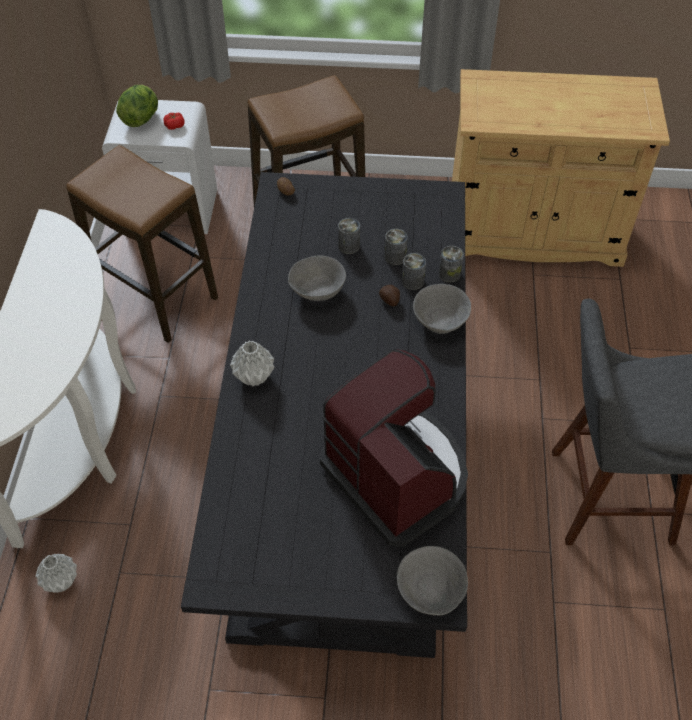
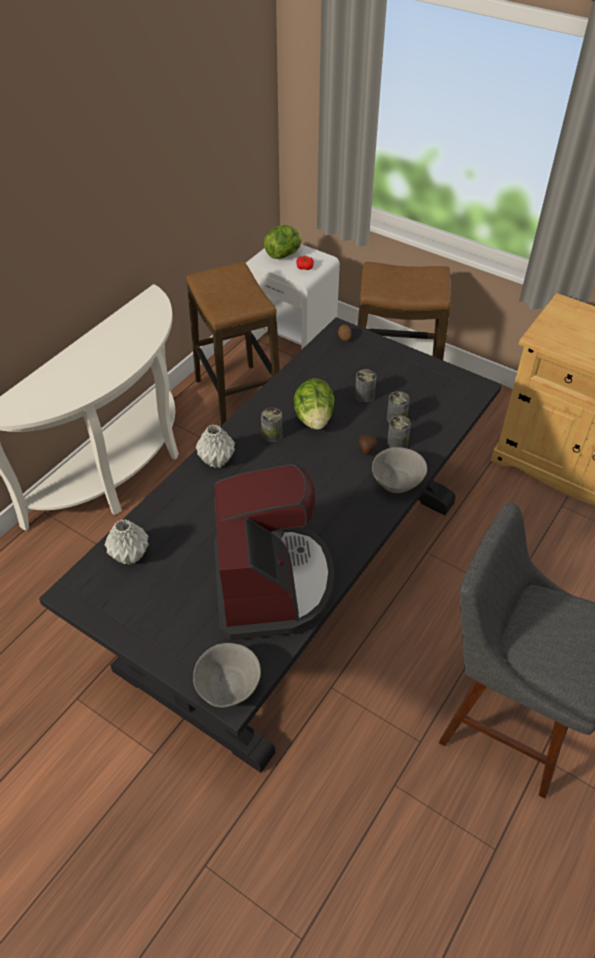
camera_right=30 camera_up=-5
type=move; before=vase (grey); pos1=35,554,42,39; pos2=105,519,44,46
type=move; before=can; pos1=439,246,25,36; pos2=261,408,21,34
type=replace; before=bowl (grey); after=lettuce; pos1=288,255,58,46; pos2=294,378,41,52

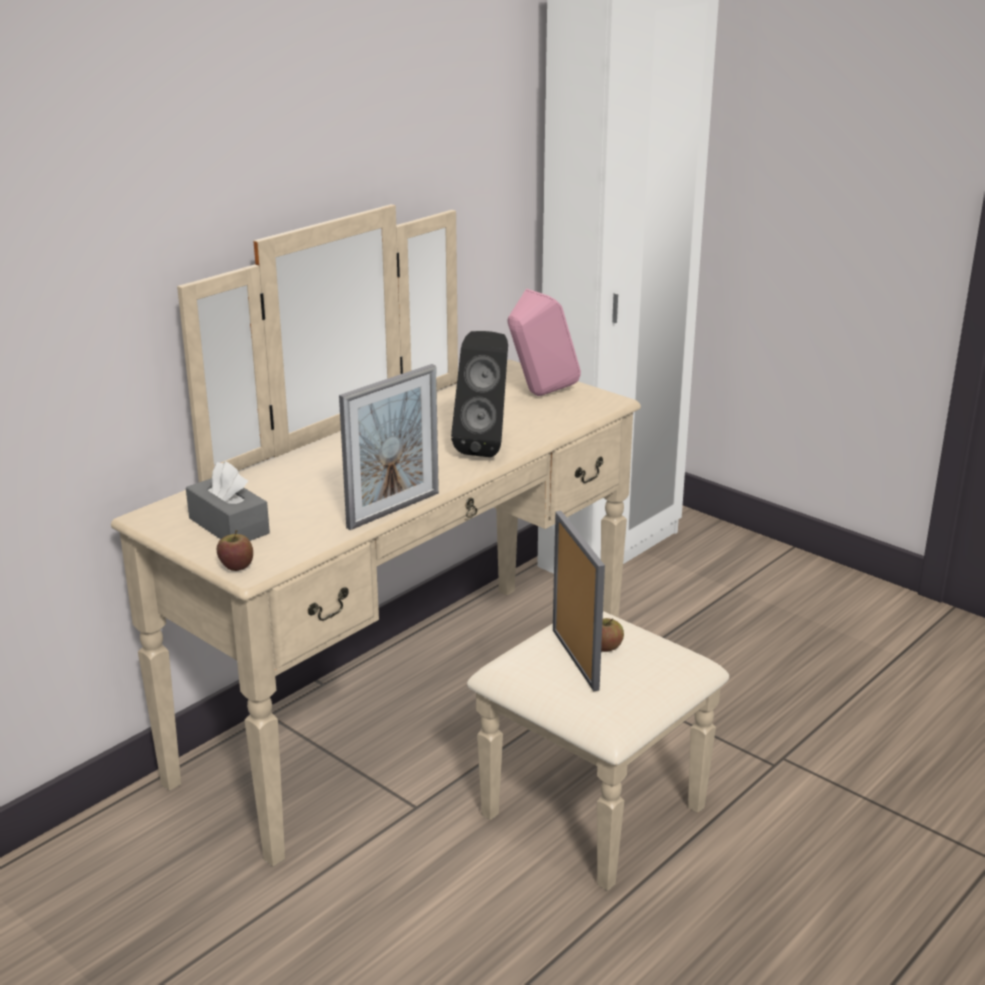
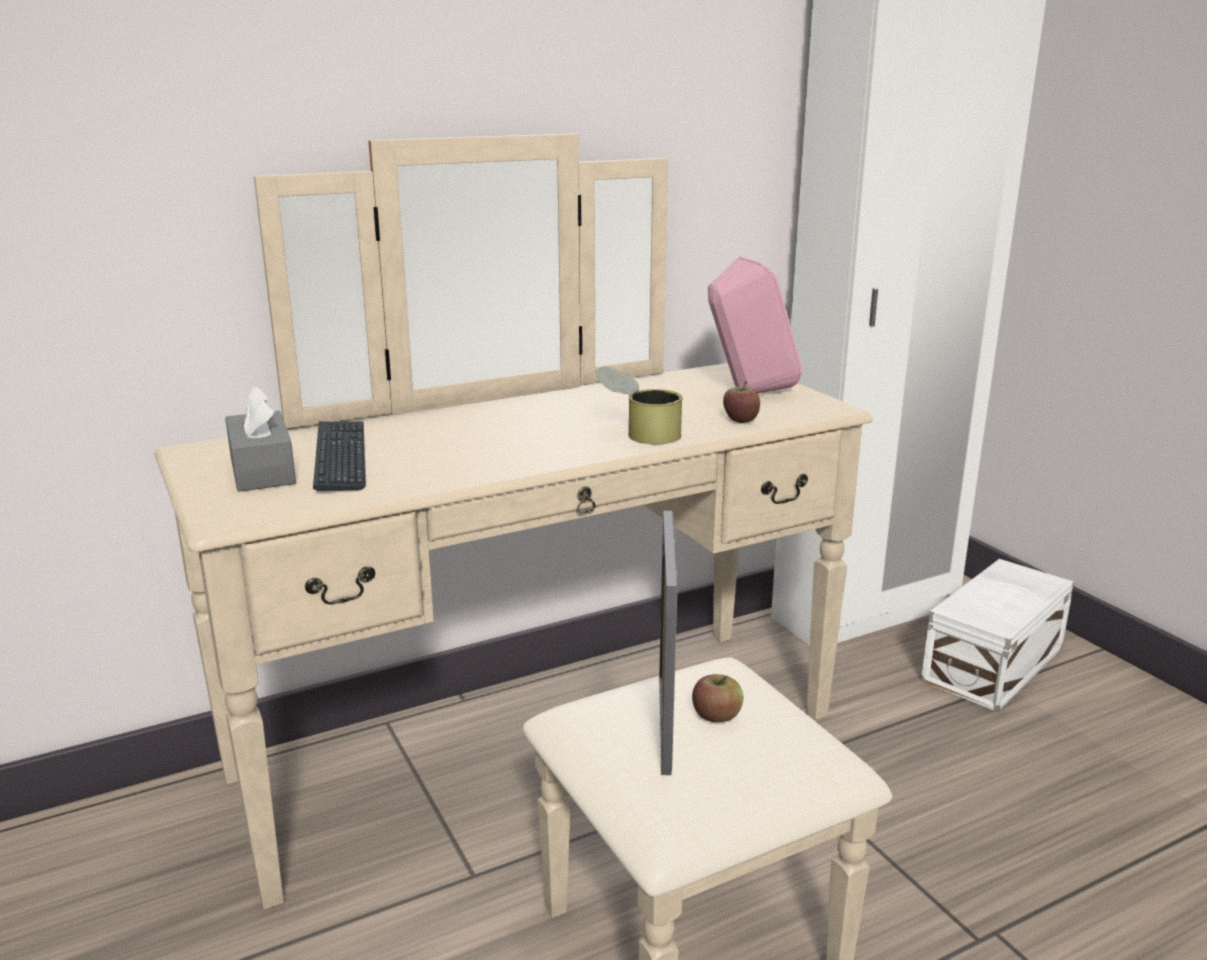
camera_right=20 camera_up=-5
type=delete; before=picture frame; pos1=339,364,100,166
type=insert; after=keyboard; pos2=313,421,53,70
type=insert; after=storage box (white); pos2=921,559,153,153
type=move; before=apple; pos1=217,530,36,41; pos2=723,381,37,42
type=replace; before=speaker (black); after=can; pos1=451,331,57,126; pos2=596,367,87,77

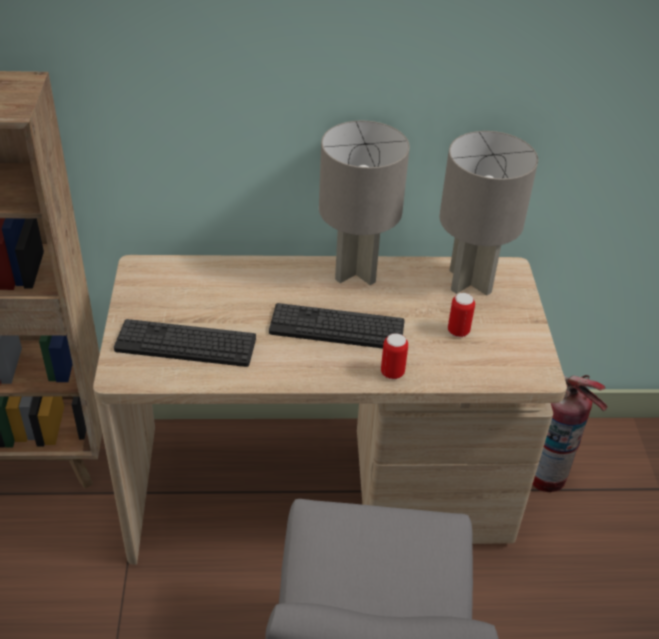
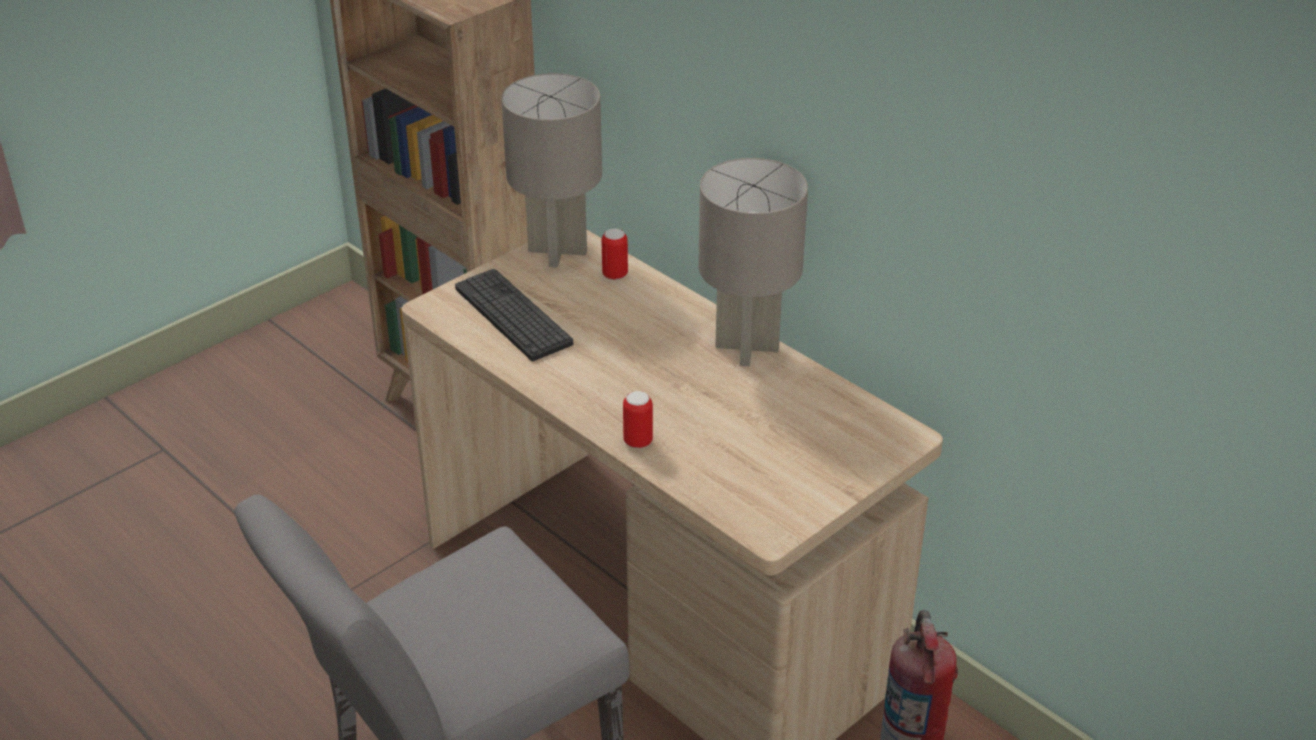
camera_right=50 camera_up=-5
type=delete; before=keyboard; pos1=269,303,136,45
type=move; before=table lamp (grey); pos1=439,131,99,165; pos2=501,73,101,195
type=move; before=can; pos1=448,293,27,44; pos2=602,228,26,52

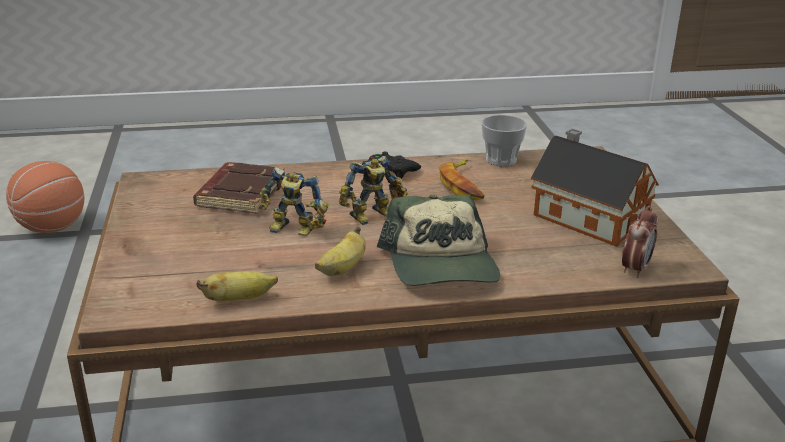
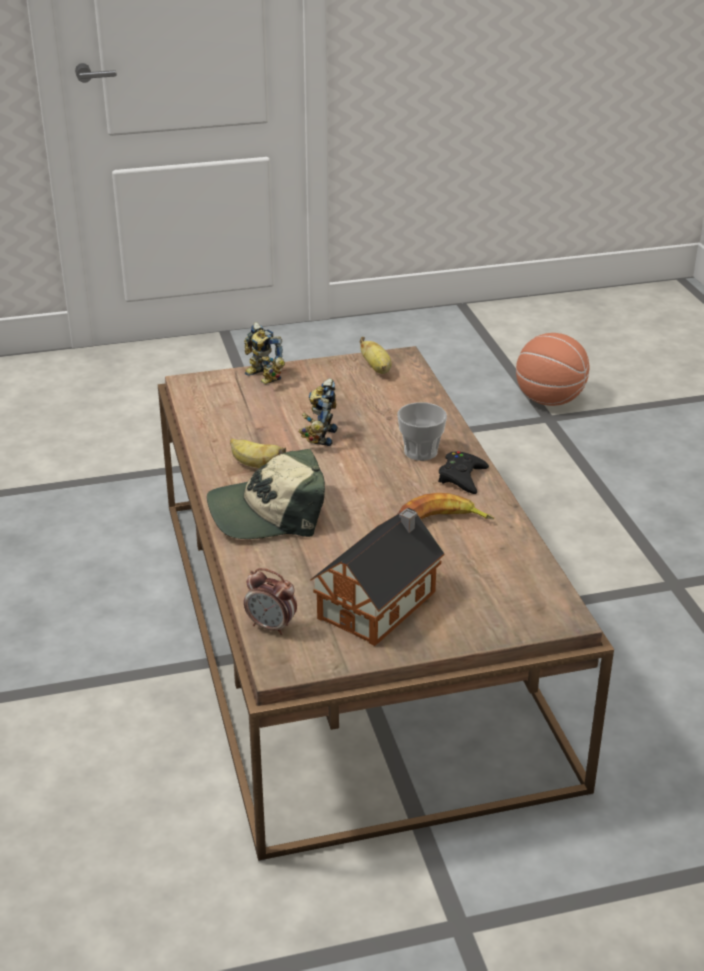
camera_right=85 camera_up=5
type=delete; before=book (brown); pos1=193,162,91,52
type=move; before=banana; pos1=196,271,82,30; pos2=360,337,32,37
type=move; before=toy robot; pos1=339,156,69,69; pos2=244,322,41,62
type=move; before=cup; pos1=481,115,46,51; pos2=397,402,50,59

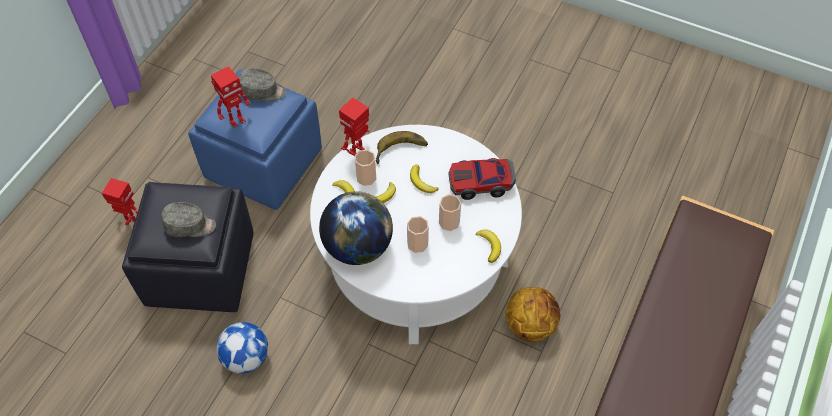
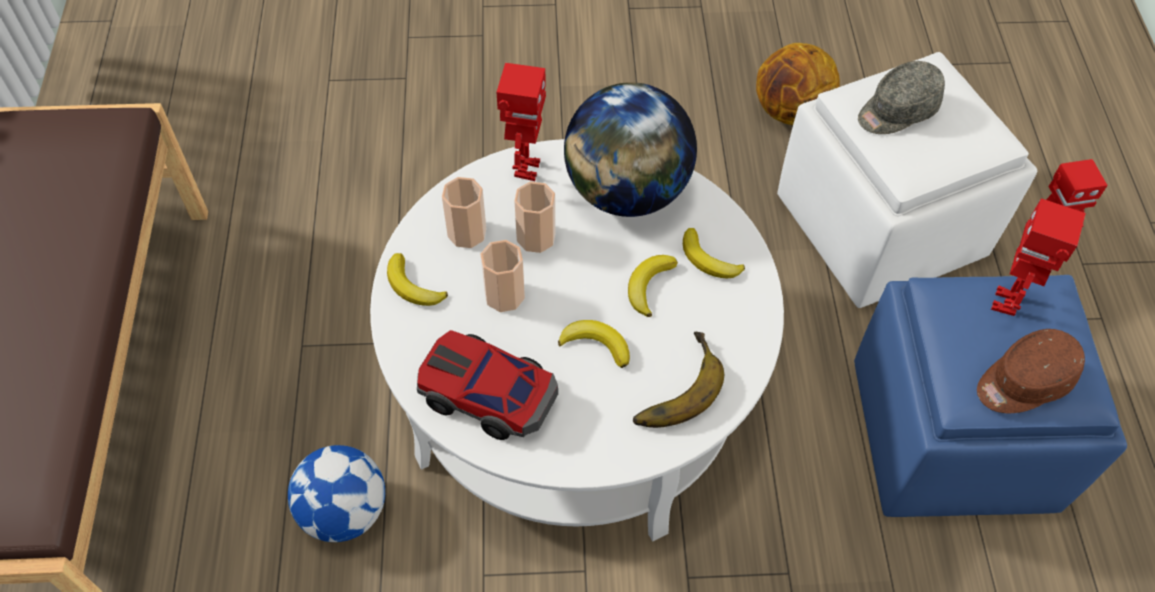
camera_right=150 camera_up=0
type=move; before=football; pos1=217,322,51,52; pos2=288,445,97,97
type=move; before=toy robot; pos1=339,98,30,58; pos2=496,63,50,118
type=move; before=cup; pos1=355,150,21,36; pos2=442,177,44,71
type=move; before=basketball; pos1=505,287,55,55; pos2=756,43,84,82
type=recolor; before=ottoman (black); after=ottoman (white); pos1=122,182,132,130; pos2=777,52,260,256
type=recolor; before=cap (grey); after=cap (brown); pos1=238,68,48,33; pos2=977,329,108,84
type=rotate; before=toy car; pos1=449,158,67,42; pos2=417,330,141,110; turn=-120

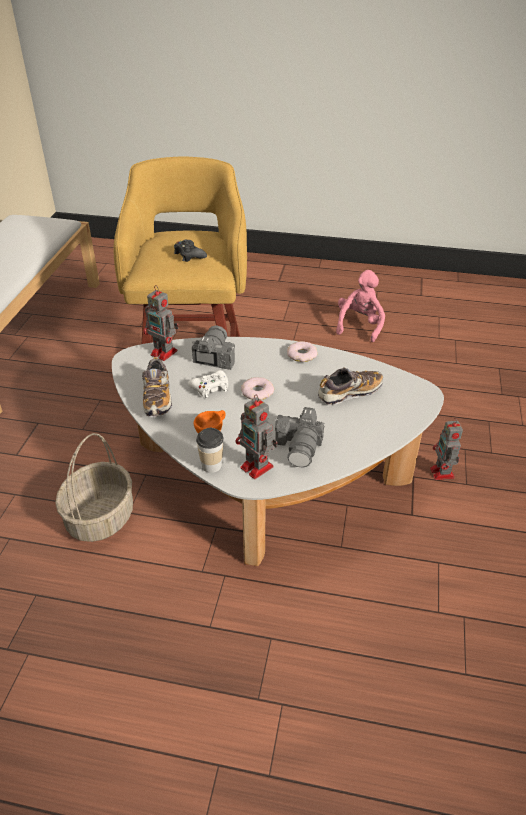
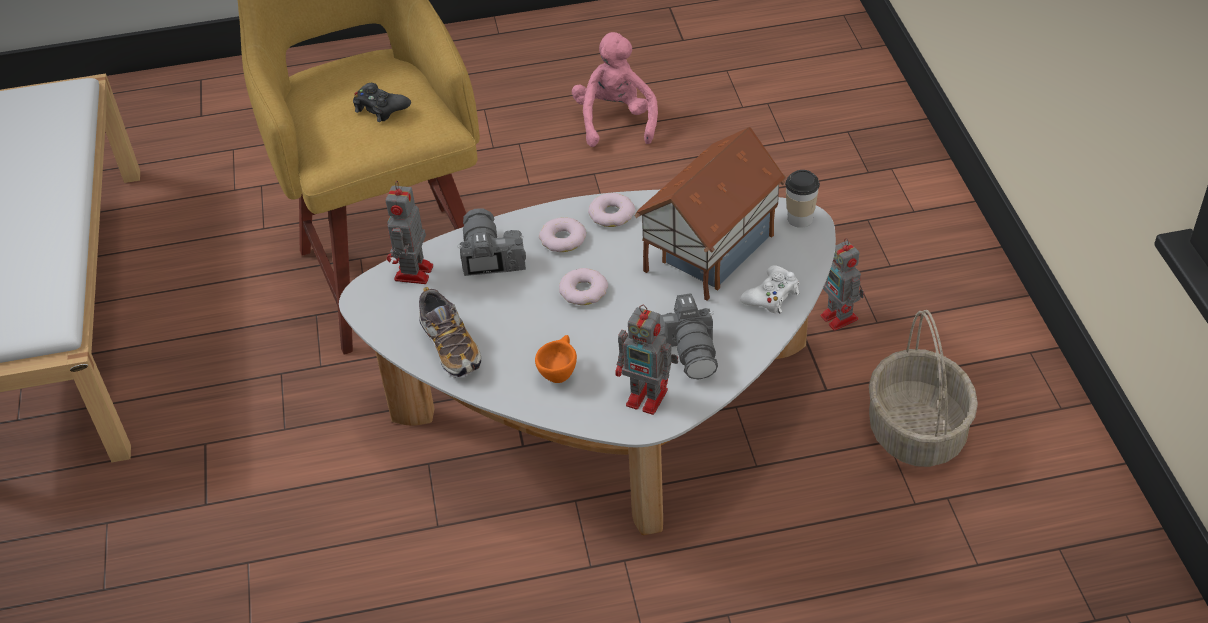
camera_right=-20 camera_up=5
type=insert; after=donut; pos2=539,217,47,35
type=move; before=basket; pos1=55,433,78,109; pos2=869,310,109,157
type=move; before=game controller (white); pos1=188,370,40,28; pos2=740,265,59,49
type=move; before=cup; pos1=196,428,28,45; pos2=785,170,35,58
type=replace; before=shoe; after=toy house; pos1=318,367,65,38; pos2=634,127,152,174
type=rotate; before=toy robot; pos1=144,285,35,76; pos2=386,181,47,103; turn=90

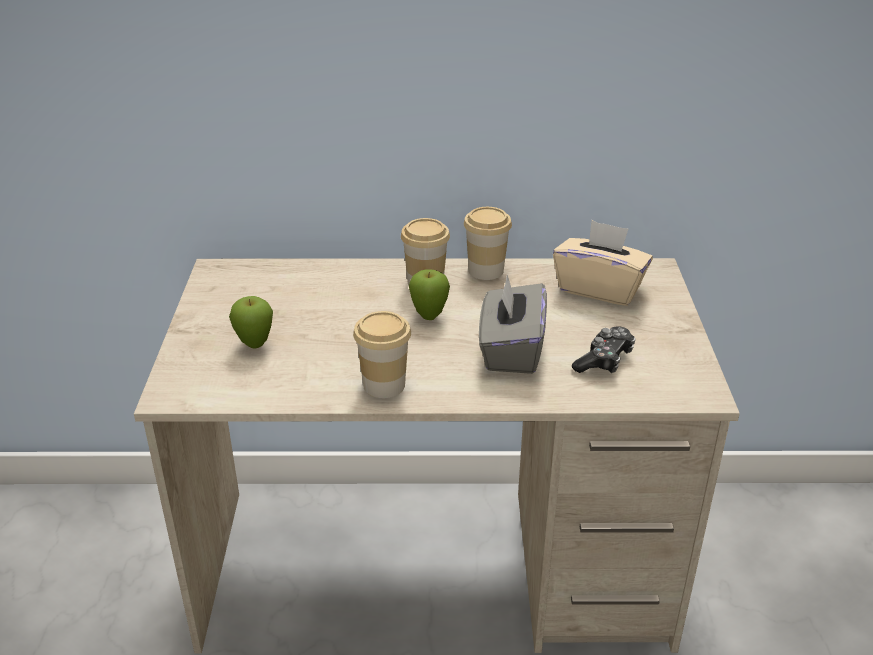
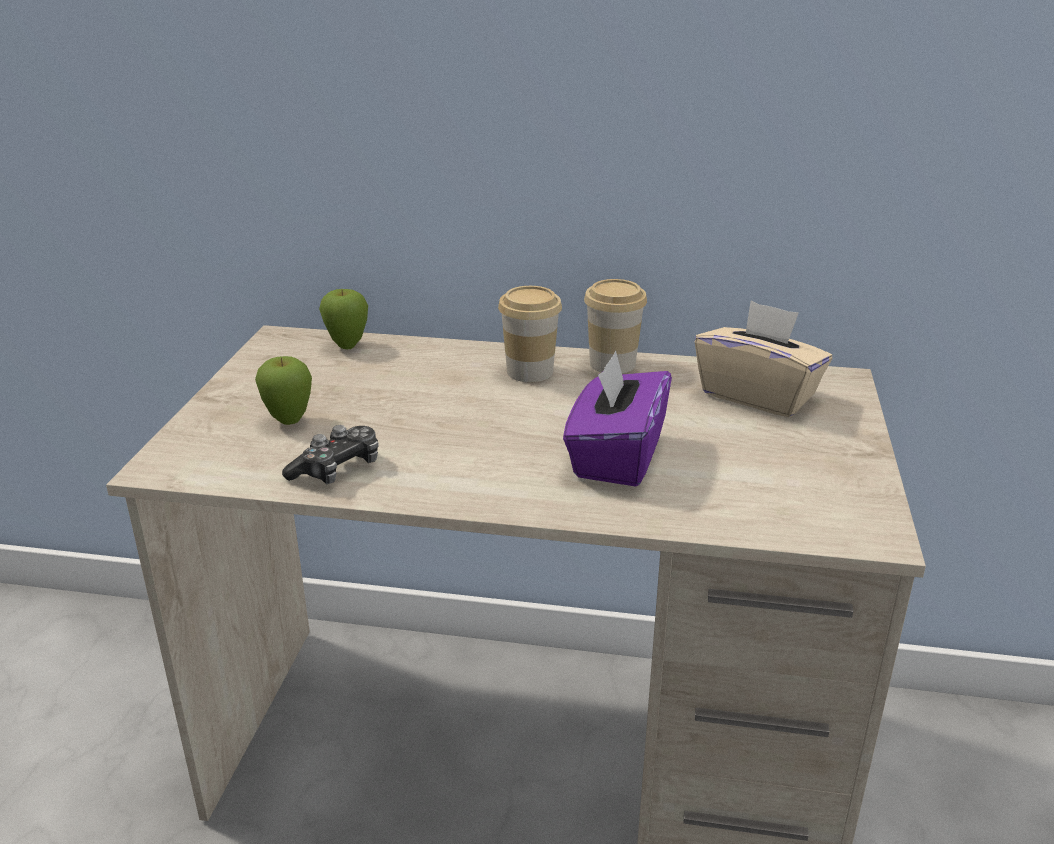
camera_right=10 camera_up=-5
type=delete; before=cup; pos1=353,311,58,87
type=move; before=apple; pos1=409,269,41,51; pos2=319,289,49,61
type=move; before=game controller; pos1=572,326,64,47; pos2=282,425,97,59
type=recolor; before=tissue box (grey); after=tissue box (purple); pos1=479,275,68,99; pos2=563,351,109,136

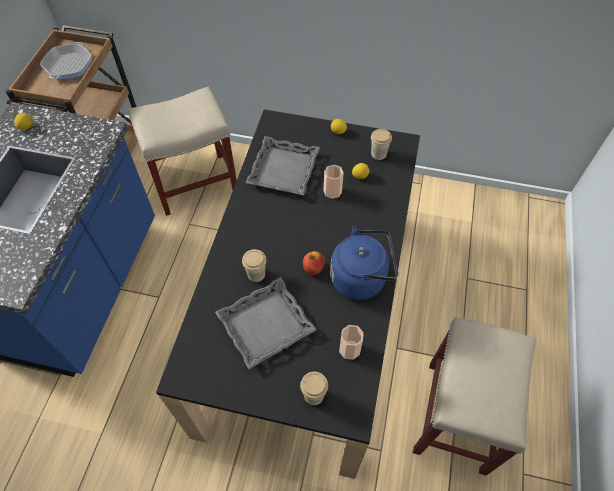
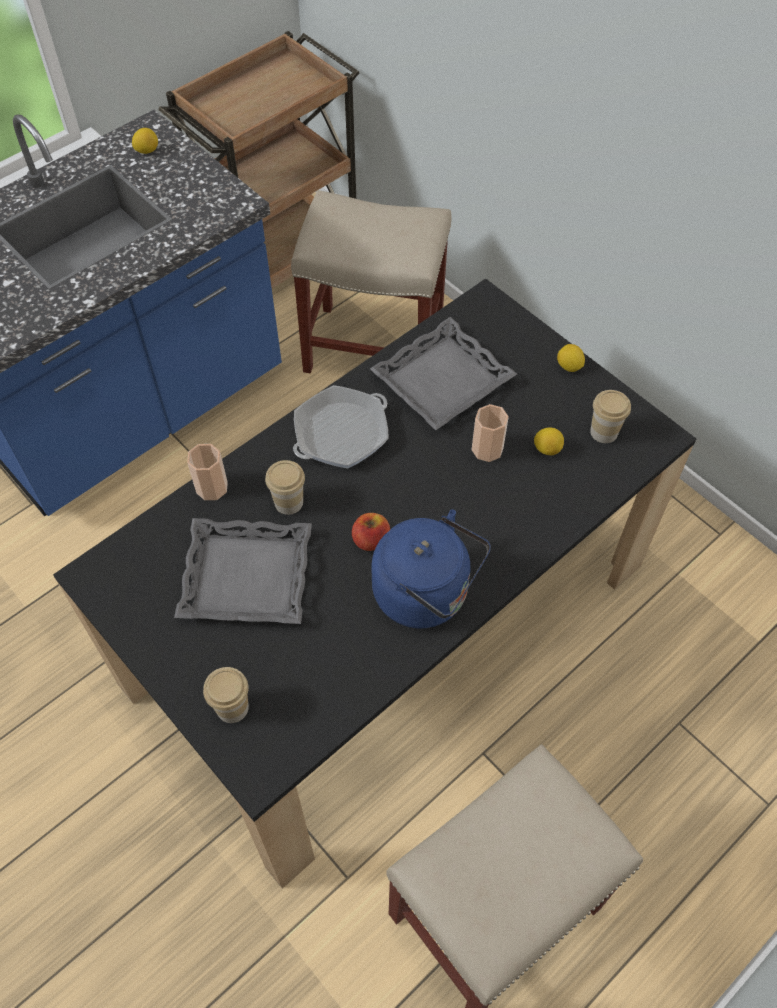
camera_right=35 camera_up=0
type=move; before=frying pan; pos1=40,42,52,38; pos2=293,385,96,84
type=move; before=cup; pos1=339,325,25,35; pos2=187,444,41,56

